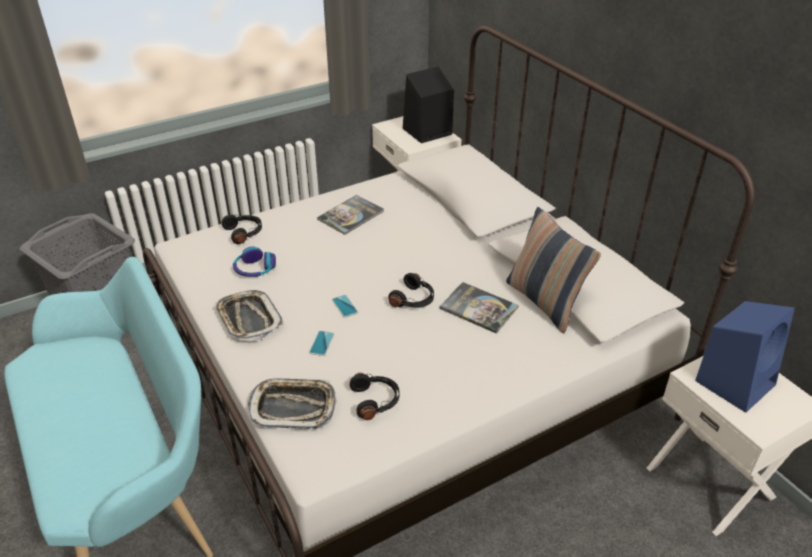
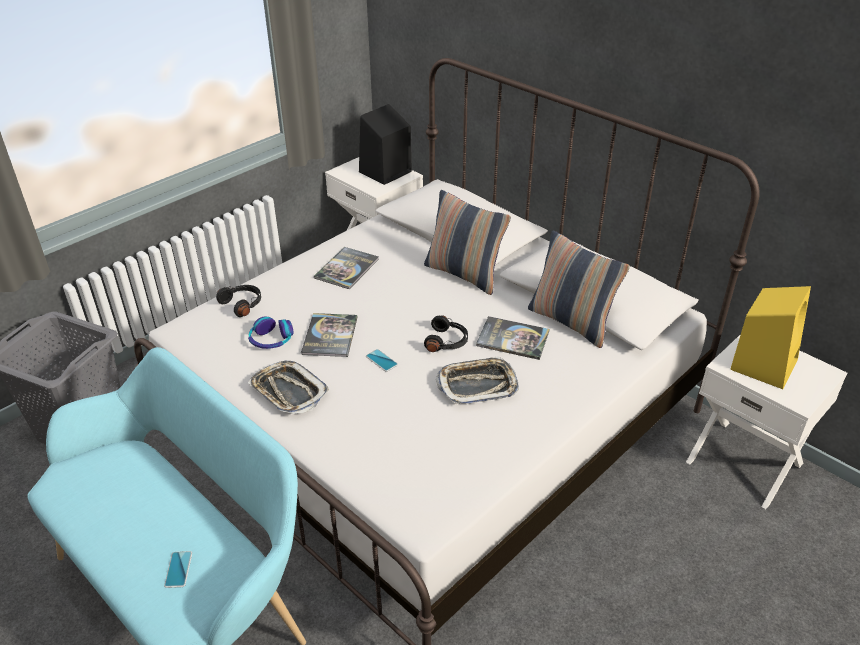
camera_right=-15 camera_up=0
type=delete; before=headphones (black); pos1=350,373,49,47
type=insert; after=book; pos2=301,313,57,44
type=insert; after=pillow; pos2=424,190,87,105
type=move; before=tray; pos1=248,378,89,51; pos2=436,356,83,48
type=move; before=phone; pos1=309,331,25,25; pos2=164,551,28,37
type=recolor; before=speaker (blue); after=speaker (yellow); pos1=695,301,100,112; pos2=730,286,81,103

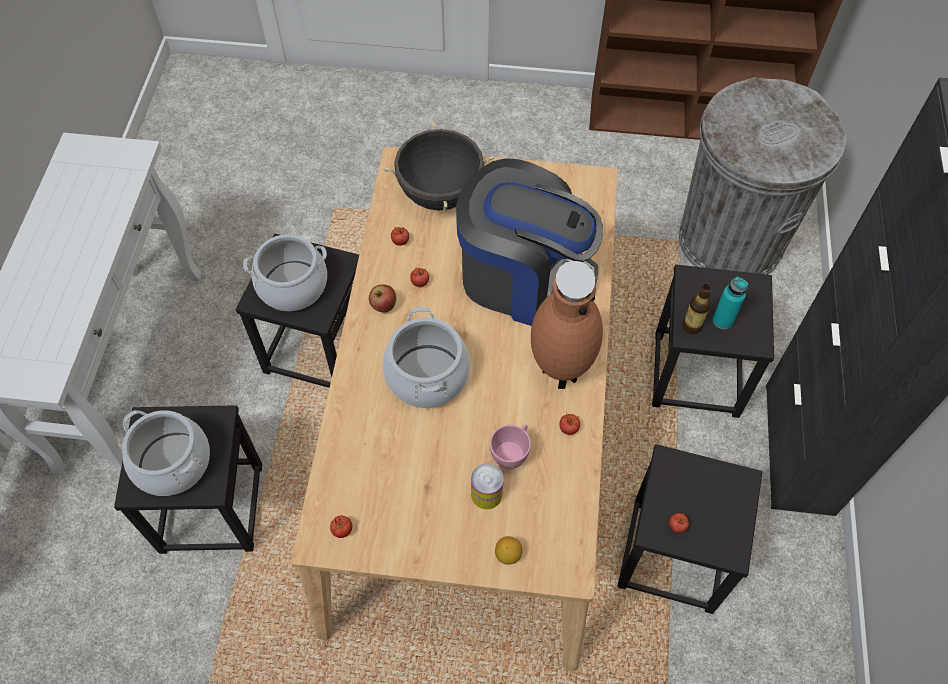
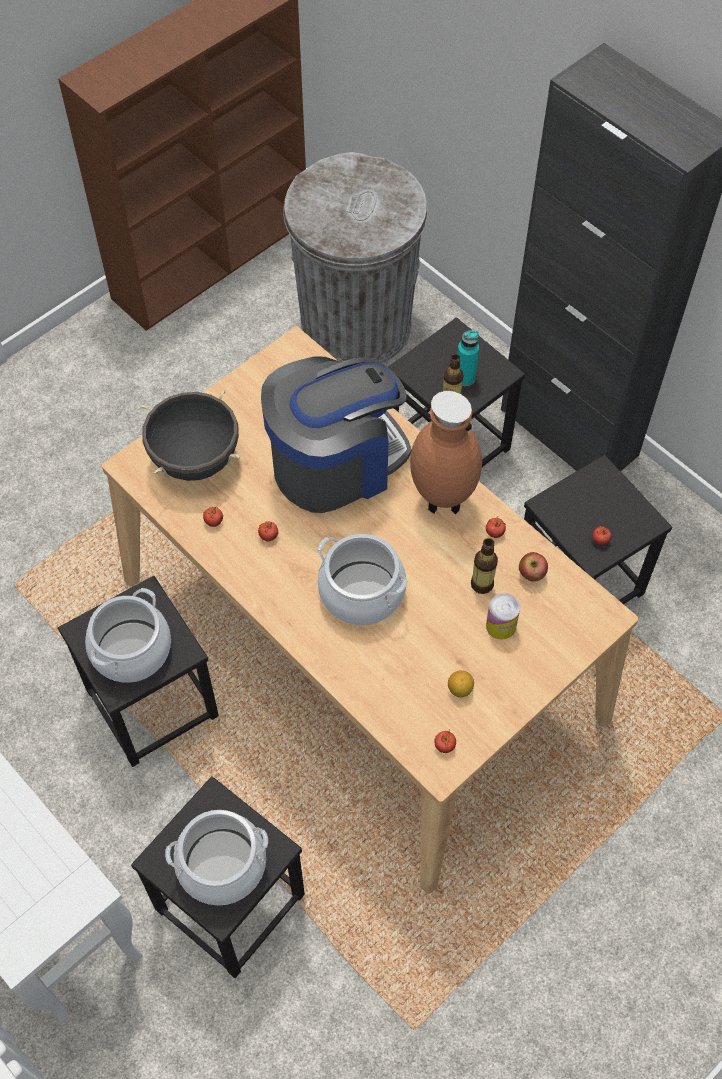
camera_right=-50 camera_up=0
type=move; before=apple; pos1=369,285,27,27; pos2=519,552,29,30
type=move; before=lemon; pos1=495,536,27,29; pos2=448,670,26,27
type=replace; before=cup (pink); after=bottle; pos1=490,425,41,44; pos2=471,538,27,56

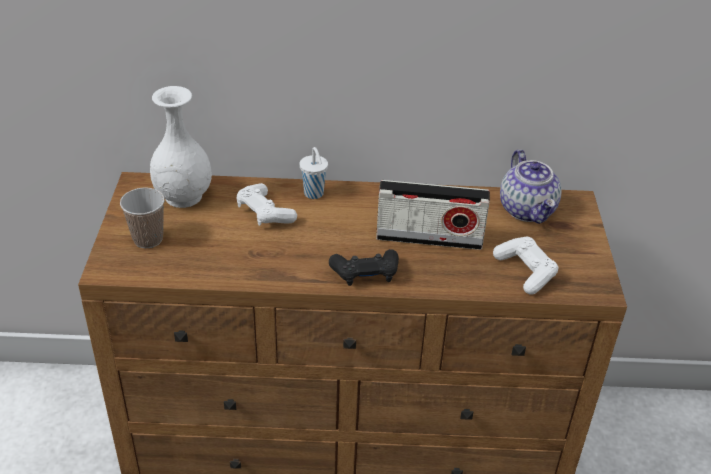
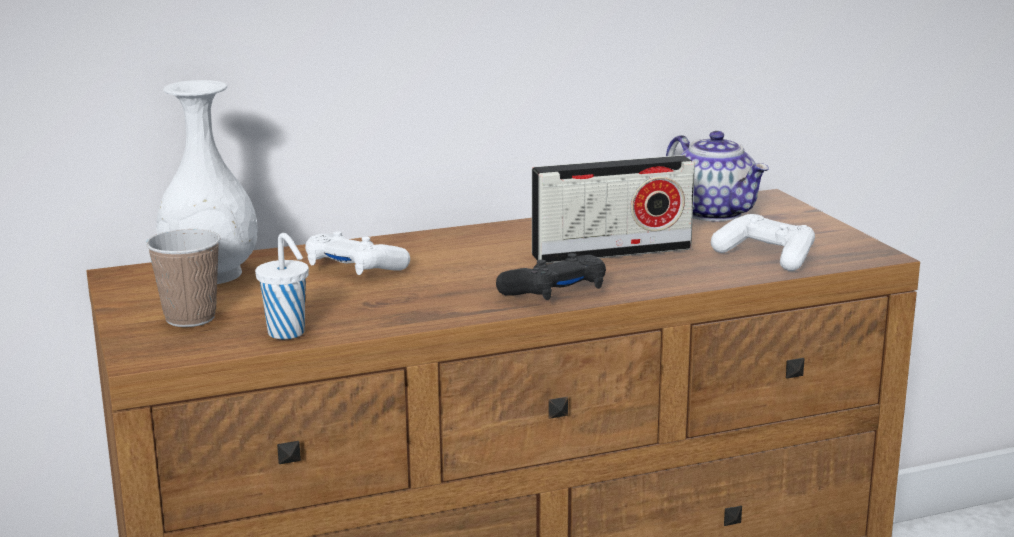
camera_right=-20 camera_up=-20
type=move; before=cup (white); pos1=300,147,28,52; pos2=255,233,54,106

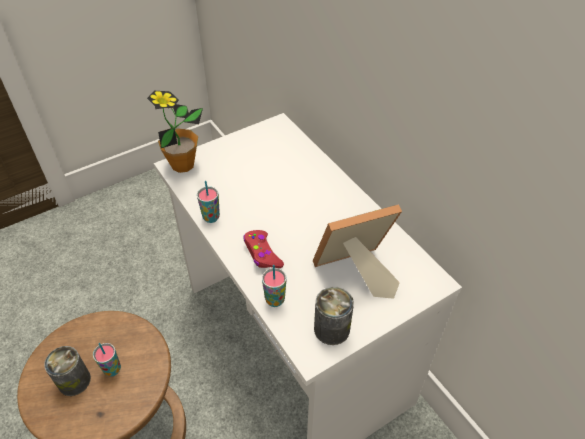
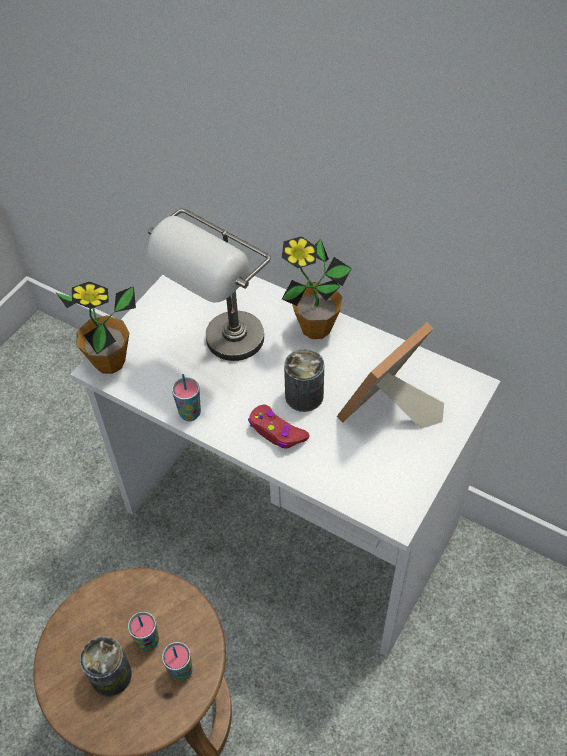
camera_right=-25 camera_up=5
type=insert; after=table lamp (grey); pos2=146,209,124,152
type=insert; after=potted plant; pos2=282,236,70,103
type=move; before=cup; pos1=262,265,25,42; pos2=162,642,31,40
type=move; before=can; pos1=314,286,40,59; pos2=284,349,40,63

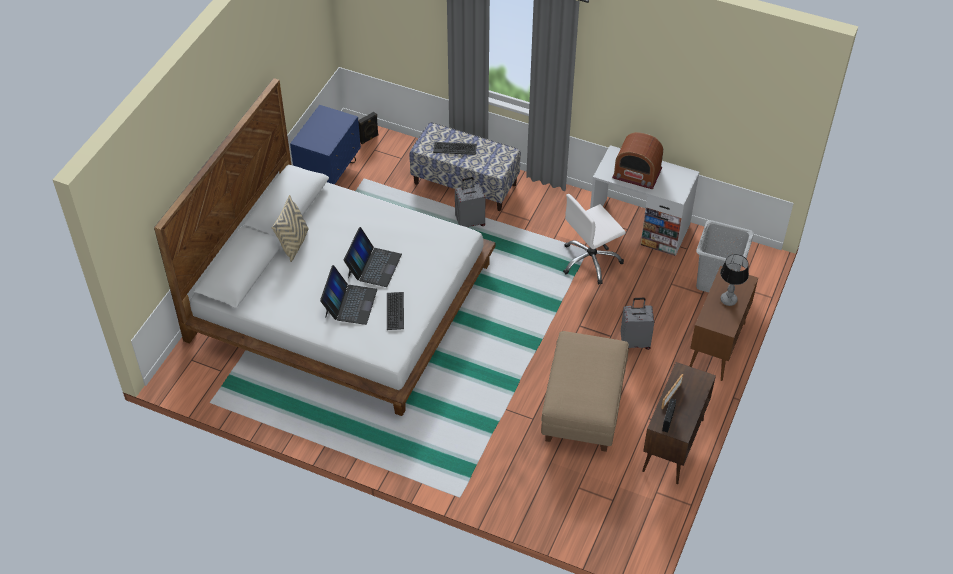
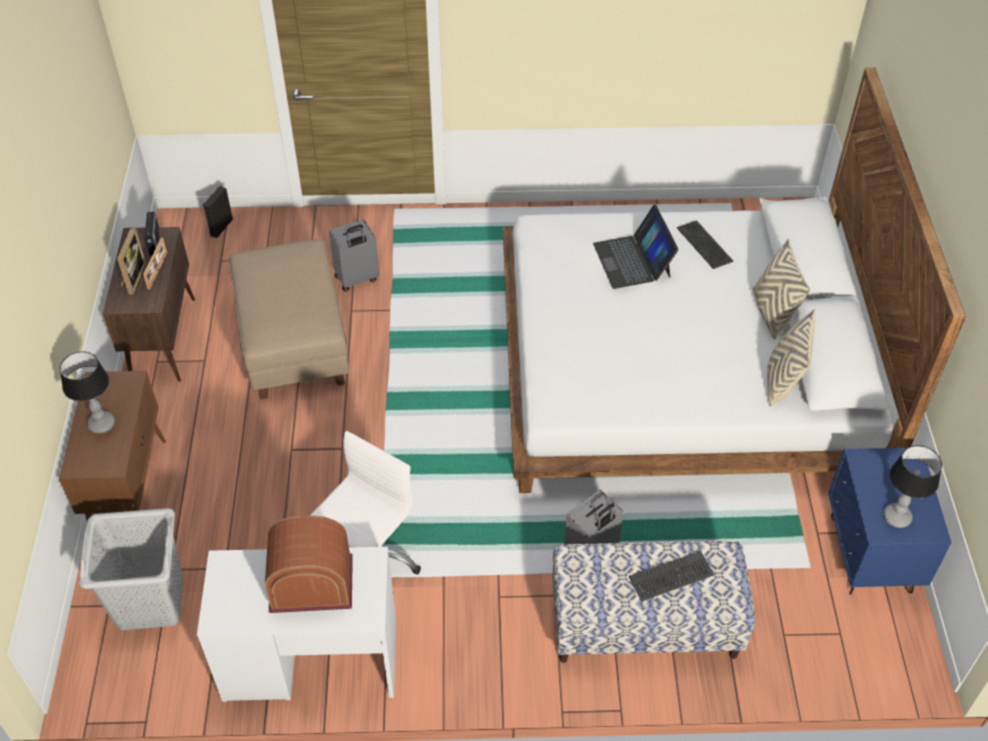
camera_right=155 camera_up=0
type=delete; before=laptop; pos1=344,227,58,60
type=insert; after=picture frame; pos2=117,227,29,68
type=insert; after=pillow (beige); pos2=767,309,48,98
type=insert; after=table lamp; pos2=883,445,59,83
type=move; before=speaker (black); pos1=358,112,21,32; pos2=203,186,30,52
type=move; before=keyboard; pos1=387,292,17,38; pos2=677,220,56,49
type=move; before=suitcase (grey); pos1=620,298,34,52; pos2=329,219,50,73

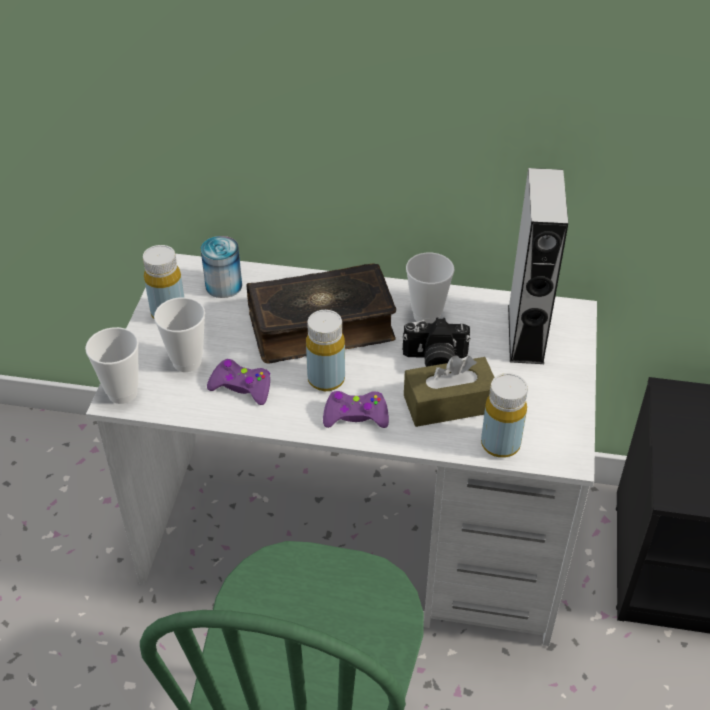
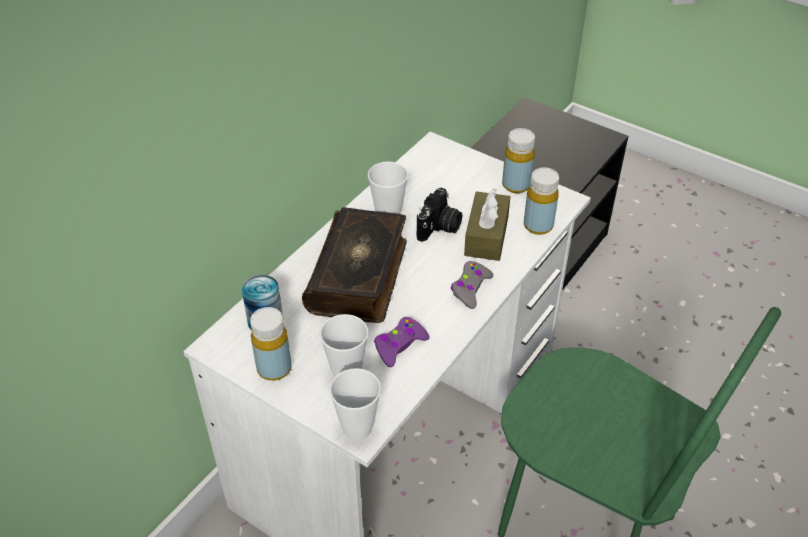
camera_right=-65 camera_up=0
type=delete; before=speaker (grey); pos1=508,168,60,196
type=move; before=bottle (yellow); pos1=306,310,39,81; pos2=502,128,33,65
type=recolor; before=game controller (purple); after=game controller (grey); pos1=323,391,66,37; pos2=451,261,43,48

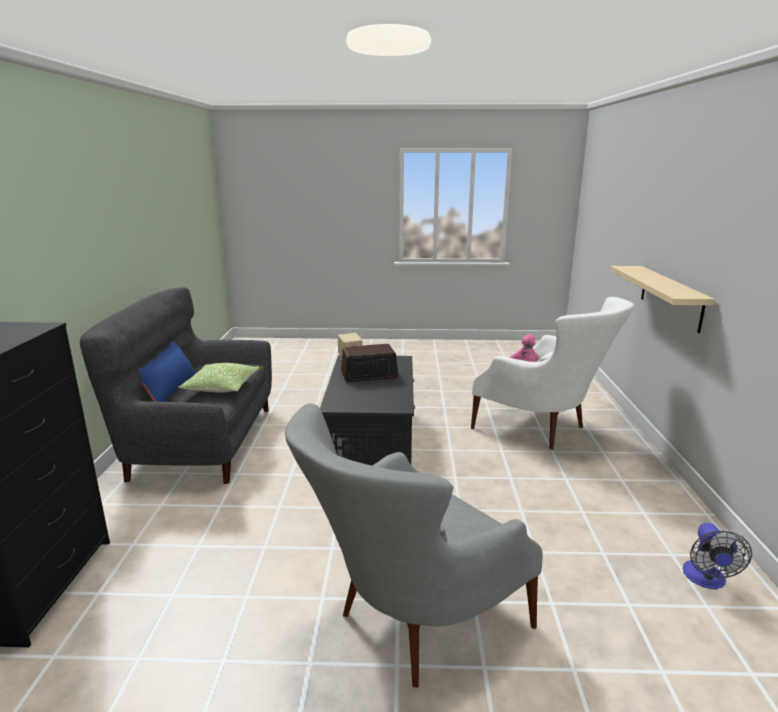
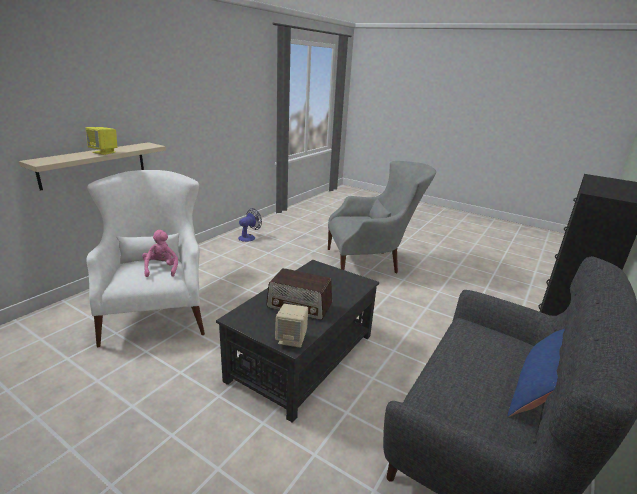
camera_right=-150 camera_up=5
type=delete; before=pillow; pos1=179,363,80,29
type=insert; after=speaker (yellow); pos2=85,127,32,28

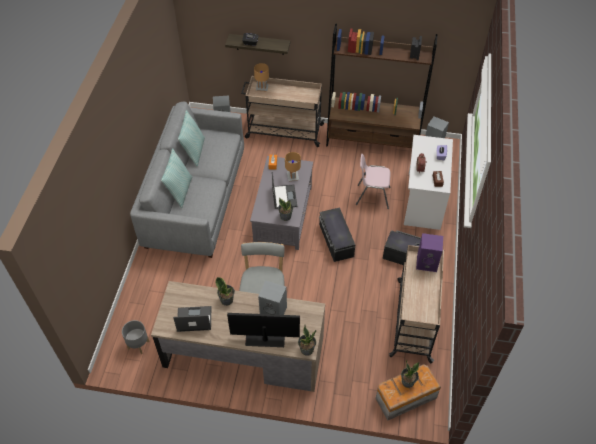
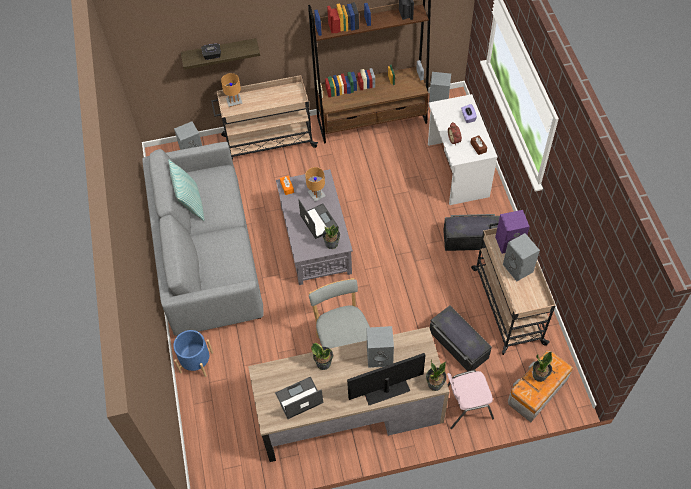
camera_right=-20 camera_up=5
type=delete; before=planter (grey); pos1=122,320,28,34
type=delete; before=pillow; pos1=161,148,31,60
type=insert; after=planter (blue); pos2=173,330,40,47
type=insert; after=speaker (grey); pos2=503,233,37,48
type=move; before=storage box (black); pos1=319,207,36,55; pos2=430,305,62,66
type=move; before=chair (pink); pos1=356,154,35,55; pos2=447,370,47,59

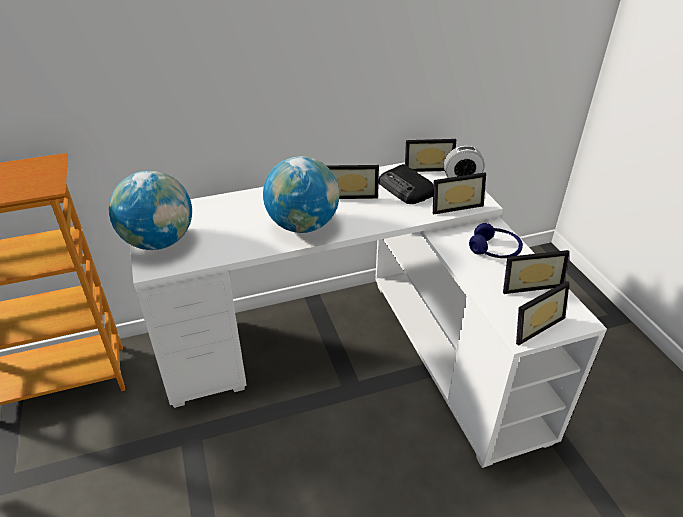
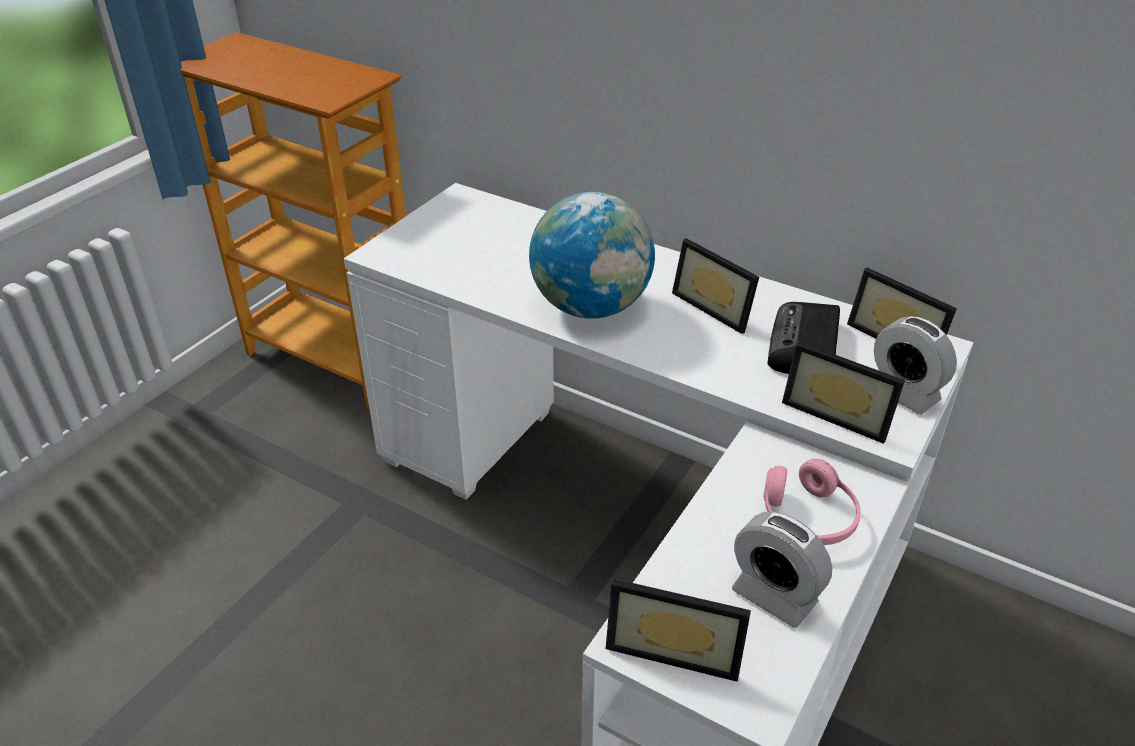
camera_right=50 camera_up=0
type=delete; before=globe; pos1=109,171,83,79
type=replace; before=picture frame; after=alarm clock; pos1=503,250,67,44; pos2=732,512,100,116
type=recolor; before=headphones (blue); after=headphones (pink); pos1=469,223,54,35; pos2=763,459,98,86

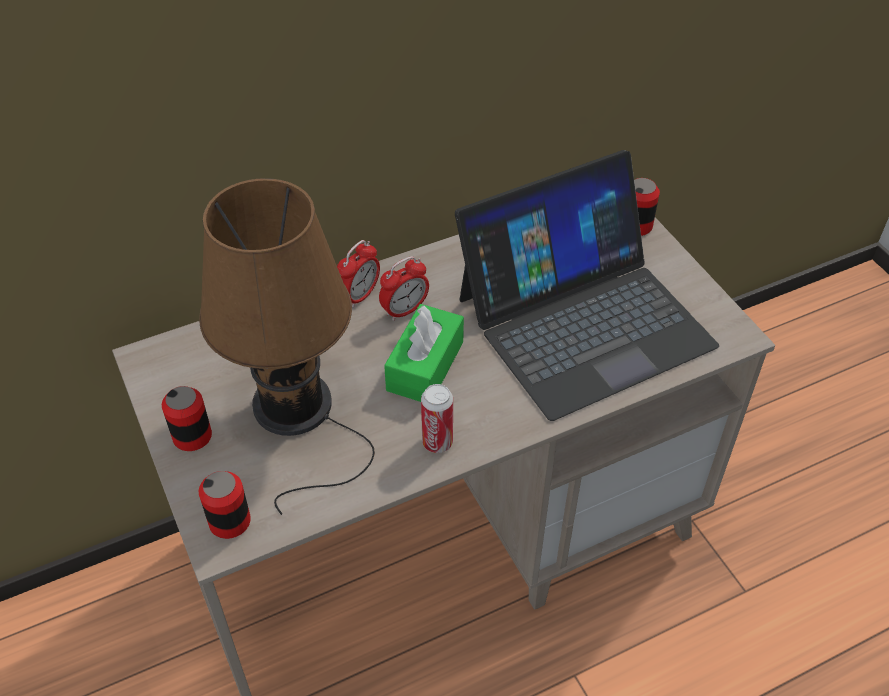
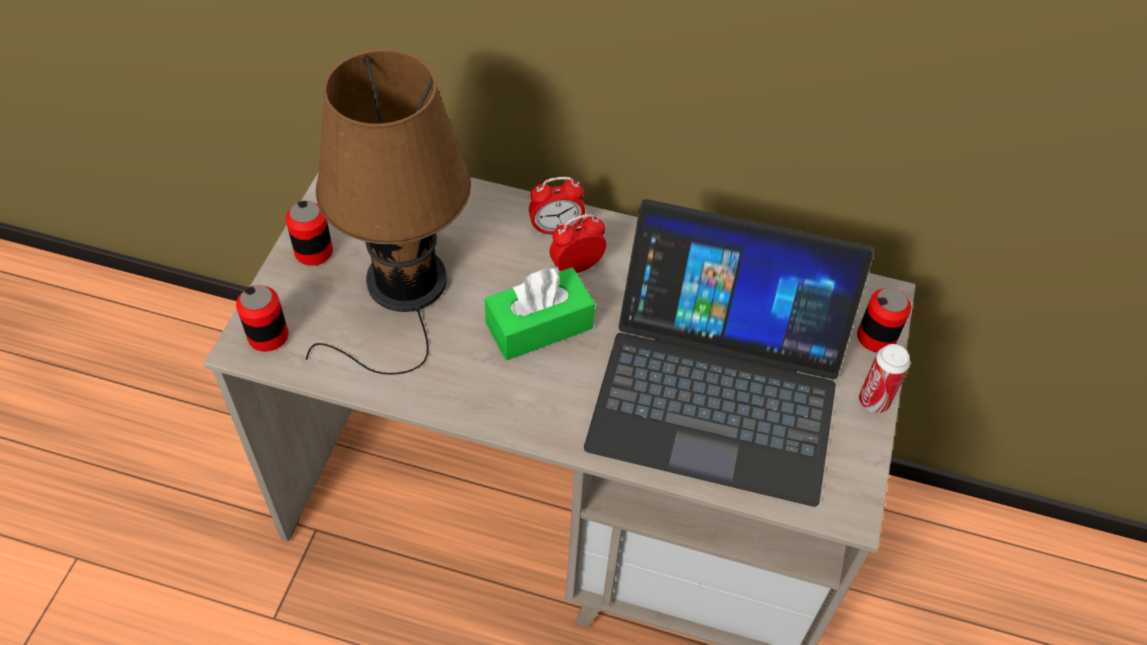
camera_right=40 camera_up=5
type=move; before=can; pos1=421,384,32,69; pos2=859,344,51,69
type=rotate; before=alarm clock; pos1=379,256,50,65; pos2=550,214,56,59; turn=150

